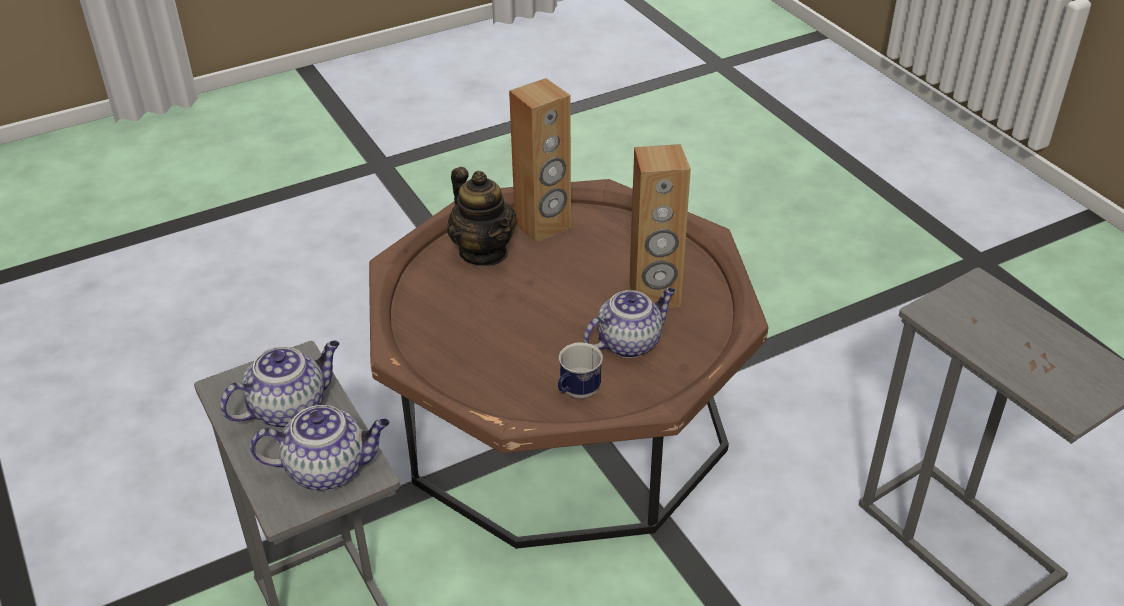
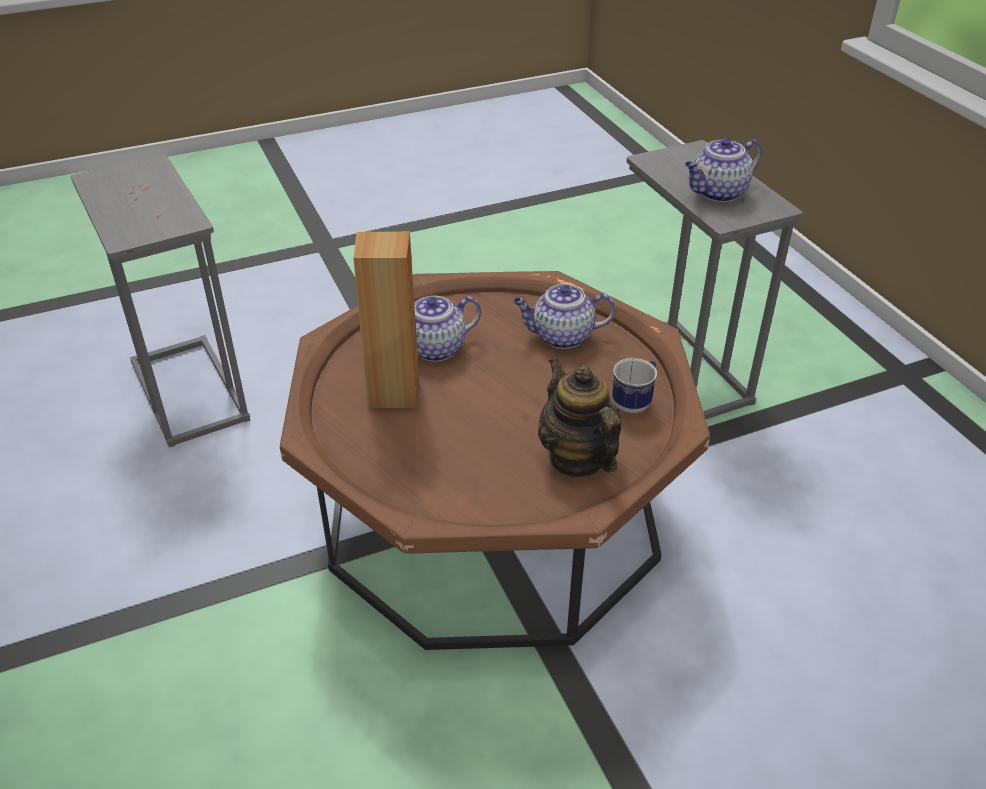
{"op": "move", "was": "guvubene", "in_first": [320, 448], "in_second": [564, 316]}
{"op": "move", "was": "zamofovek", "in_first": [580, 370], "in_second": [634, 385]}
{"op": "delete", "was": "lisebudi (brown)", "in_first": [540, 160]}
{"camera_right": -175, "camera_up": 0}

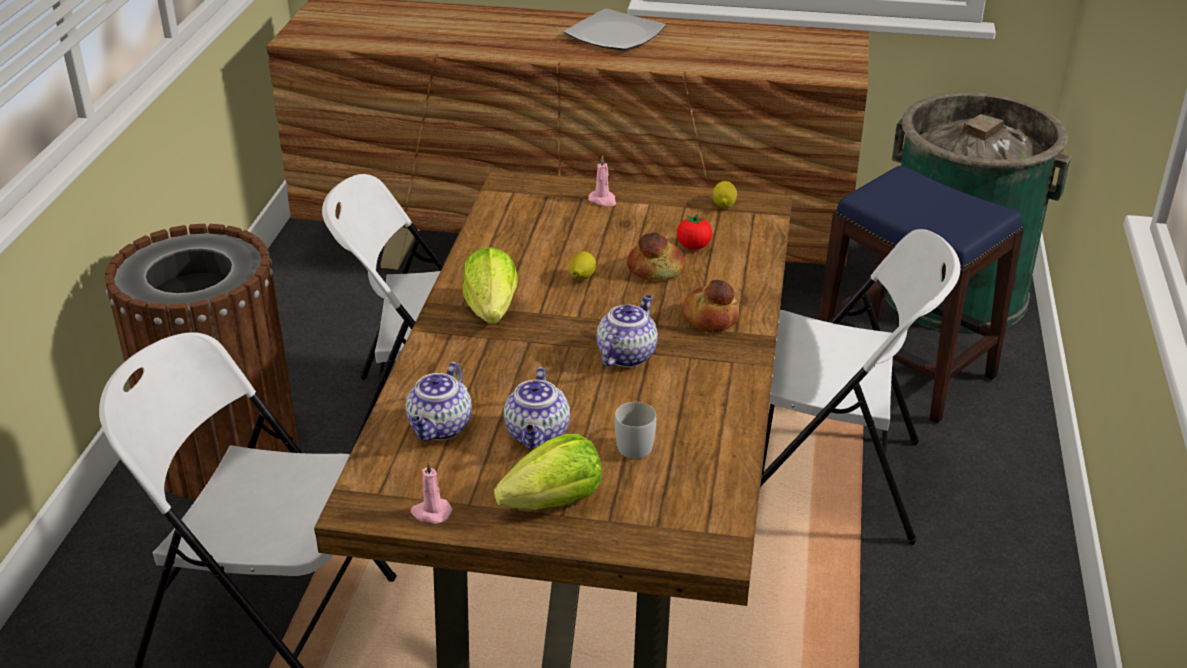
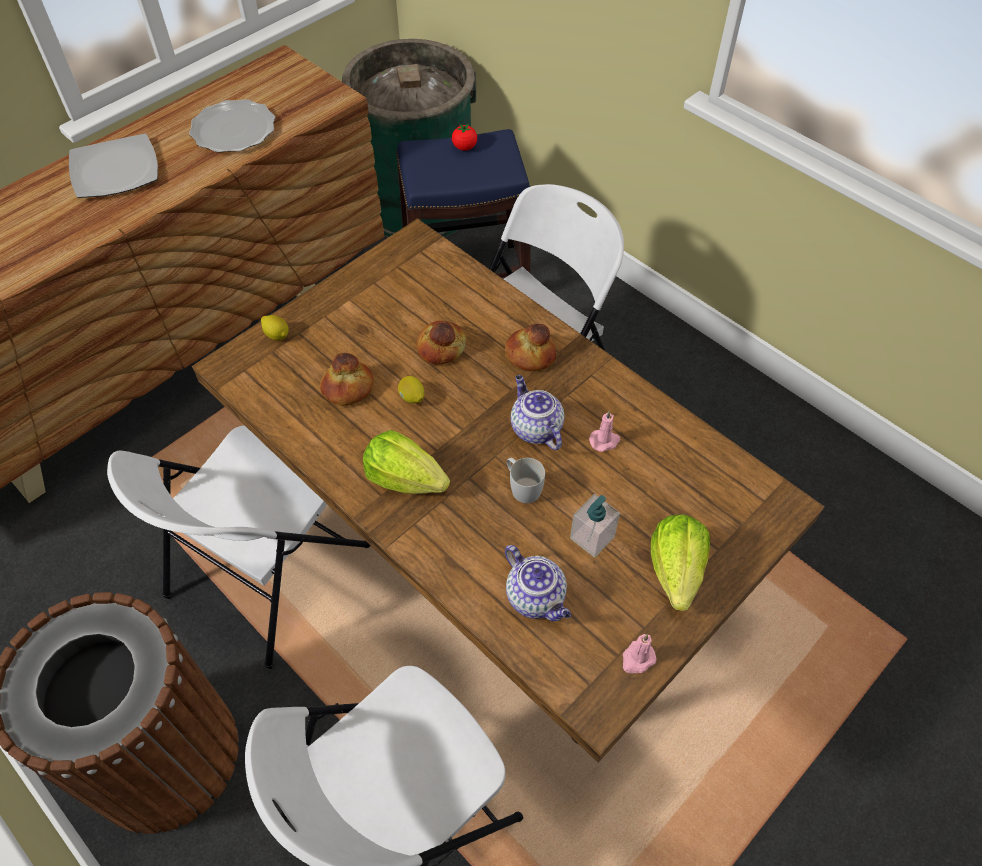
{"op": "insert", "now": "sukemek", "in_second": [232, 125]}
{"op": "move", "was": "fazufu", "in_first": [725, 194], "in_second": [275, 327]}
{"op": "insert", "now": "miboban", "in_second": [347, 379]}
{"op": "move", "was": "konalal", "in_first": [694, 231], "in_second": [464, 137]}
{"op": "move", "was": "zamofovek (white)", "in_first": [635, 430], "in_second": [526, 480]}
{"op": "replace", "was": "guvubene", "now": "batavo", "in_first": [537, 408], "in_second": [595, 526]}
{"op": "move", "was": "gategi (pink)", "in_first": [602, 180], "in_second": [604, 431]}
{"camera_right": -55, "camera_up": 20}

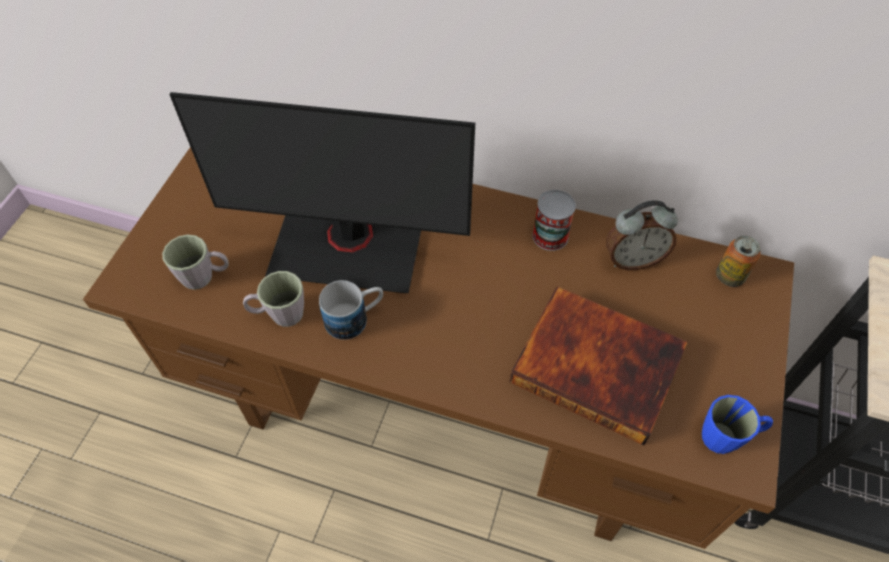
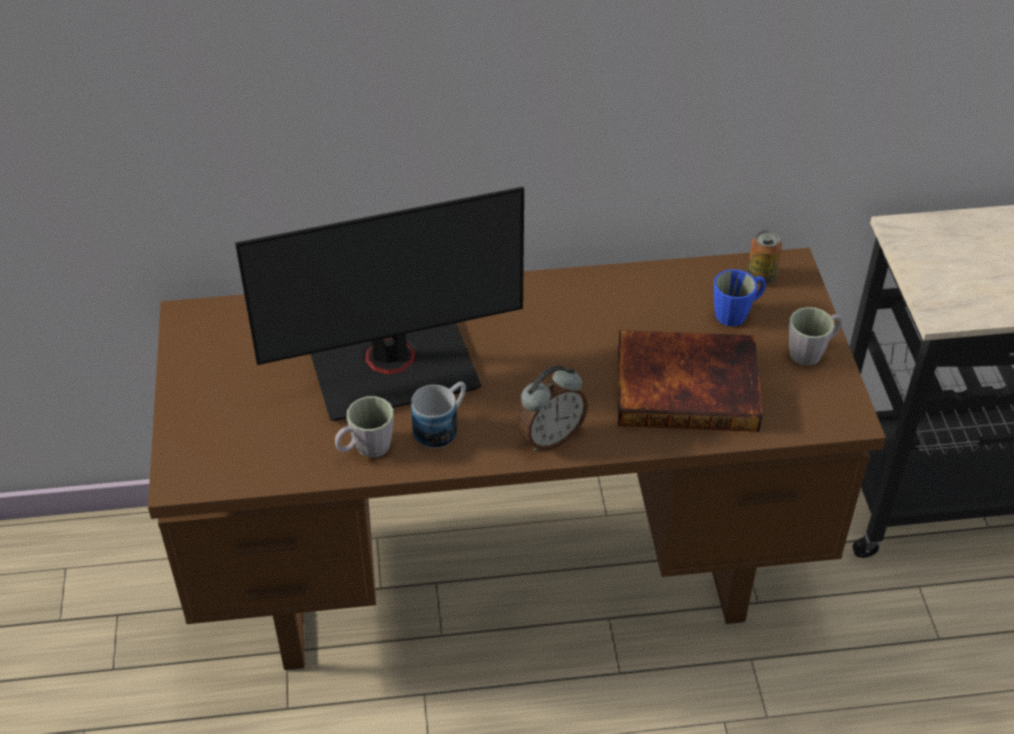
{"op": "move", "was": "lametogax", "in_first": [642, 235], "in_second": [552, 408]}
{"op": "move", "was": "zamofovek (blue)", "in_first": [737, 424], "in_second": [740, 297]}
{"op": "move", "was": "zamofovek (grey)", "in_first": [195, 262], "in_second": [815, 336]}
{"op": "delete", "was": "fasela", "in_first": [554, 220]}
{"camera_right": -25, "camera_up": -10}

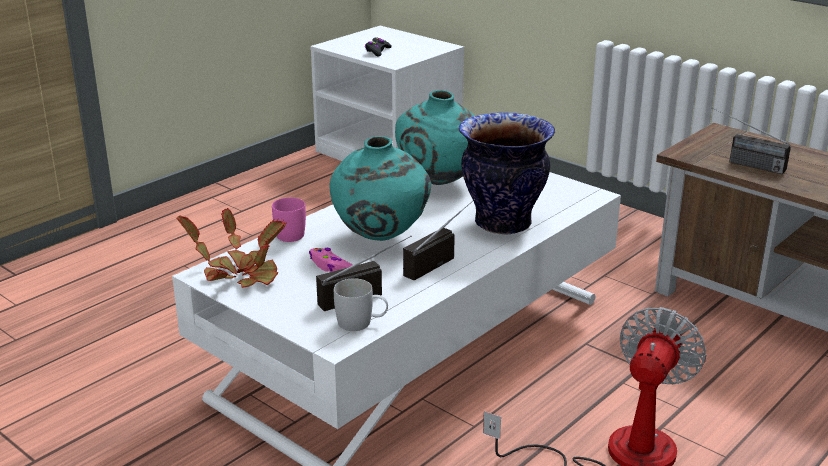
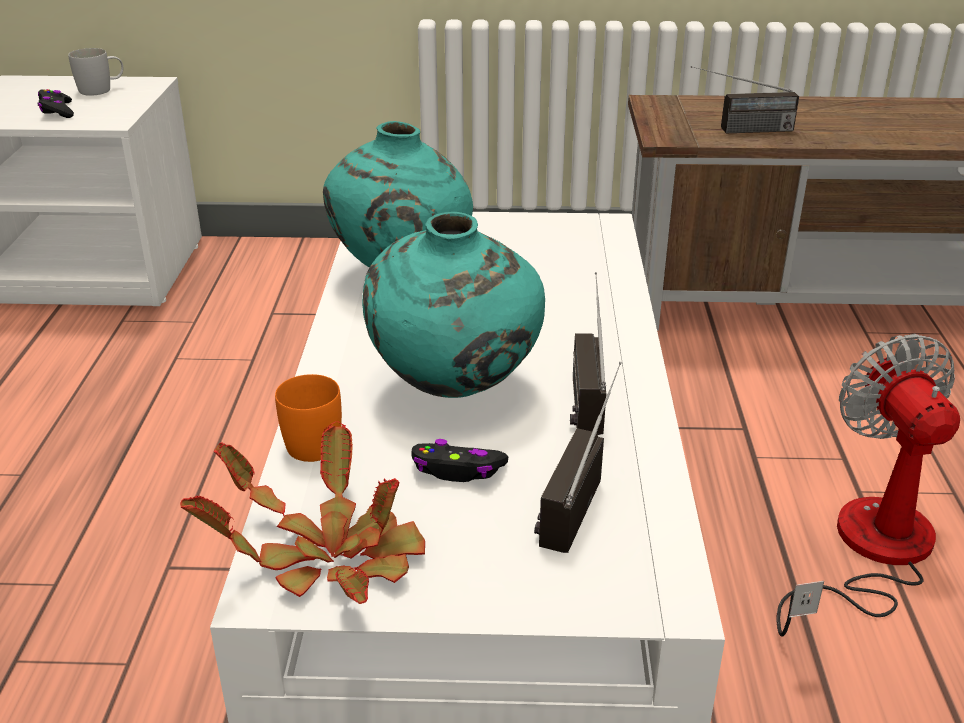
{"op": "move", "was": "zamofovek (white)", "in_first": [361, 304], "in_second": [95, 72]}
{"op": "recolor", "was": "zamofovek (pink)", "now": "zamofovek (orange)", "in_first": [289, 220], "in_second": [308, 418]}
{"op": "recolor", "was": "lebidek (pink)", "now": "lebidek (black)", "in_first": [331, 260], "in_second": [460, 460]}
{"op": "delete", "was": "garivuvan", "in_first": [507, 174]}
{"camera_right": -40, "camera_up": 5}

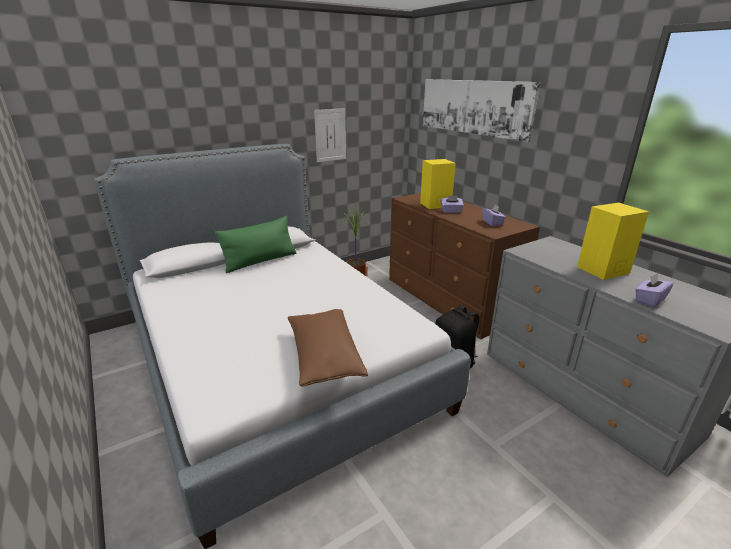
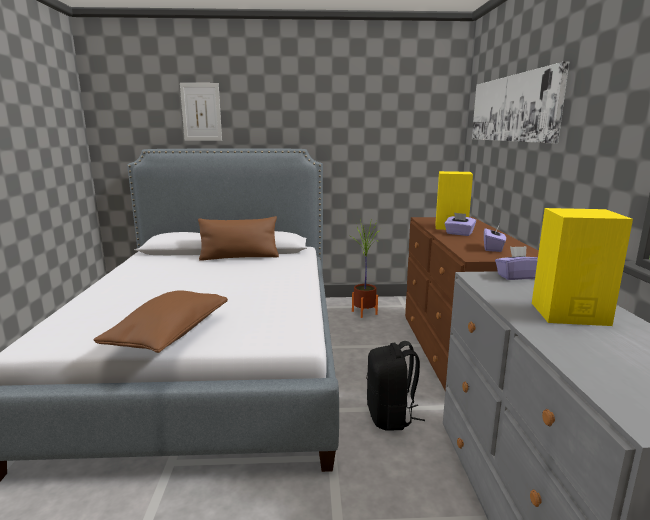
{"op": "move", "was": "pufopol", "in_first": [330, 135], "in_second": [201, 112]}
{"op": "recolor", "was": "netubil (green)", "now": "netubil (brown)", "in_first": [255, 244], "in_second": [238, 238]}
{"op": "move", "was": "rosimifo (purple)", "in_first": [654, 290], "in_second": [516, 263]}
{"camera_right": 30, "camera_up": -10}

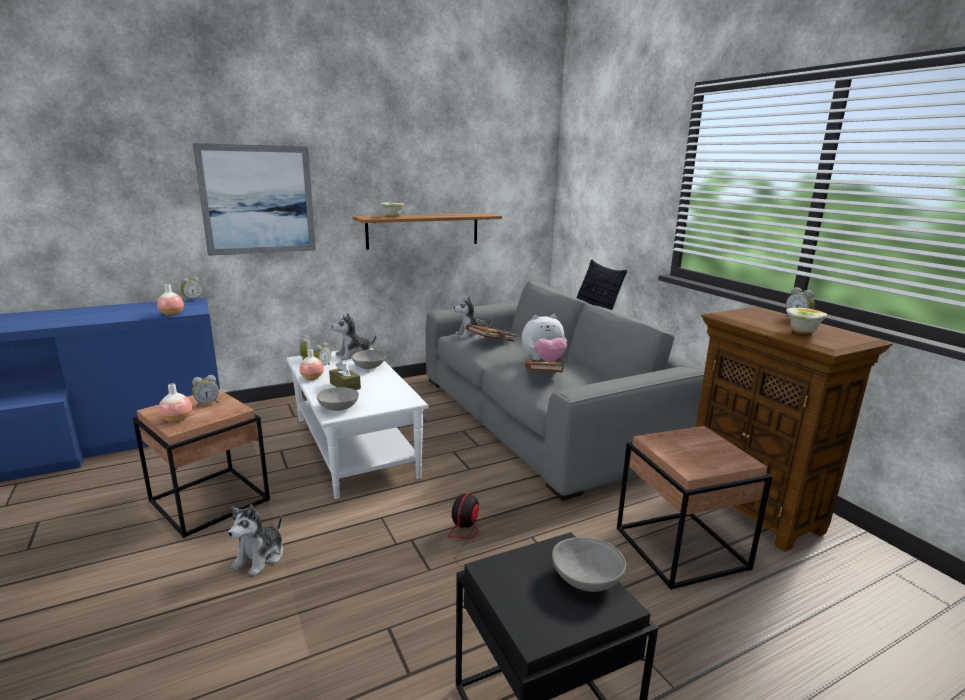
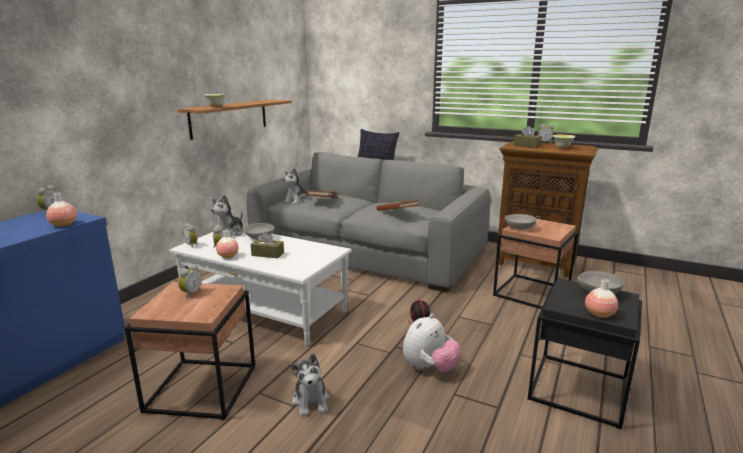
{"op": "move", "was": "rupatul", "in_first": [544, 338], "in_second": [432, 343]}
{"op": "move", "was": "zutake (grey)", "in_first": [338, 399], "in_second": [521, 222]}
{"op": "insert", "now": "rosimifo (brown)", "in_second": [528, 137]}
{"op": "move", "was": "garivuvan", "in_first": [175, 403], "in_second": [601, 298]}
{"op": "delete", "was": "pufopol", "in_first": [254, 199]}
{"camera_right": -35, "camera_up": 0}

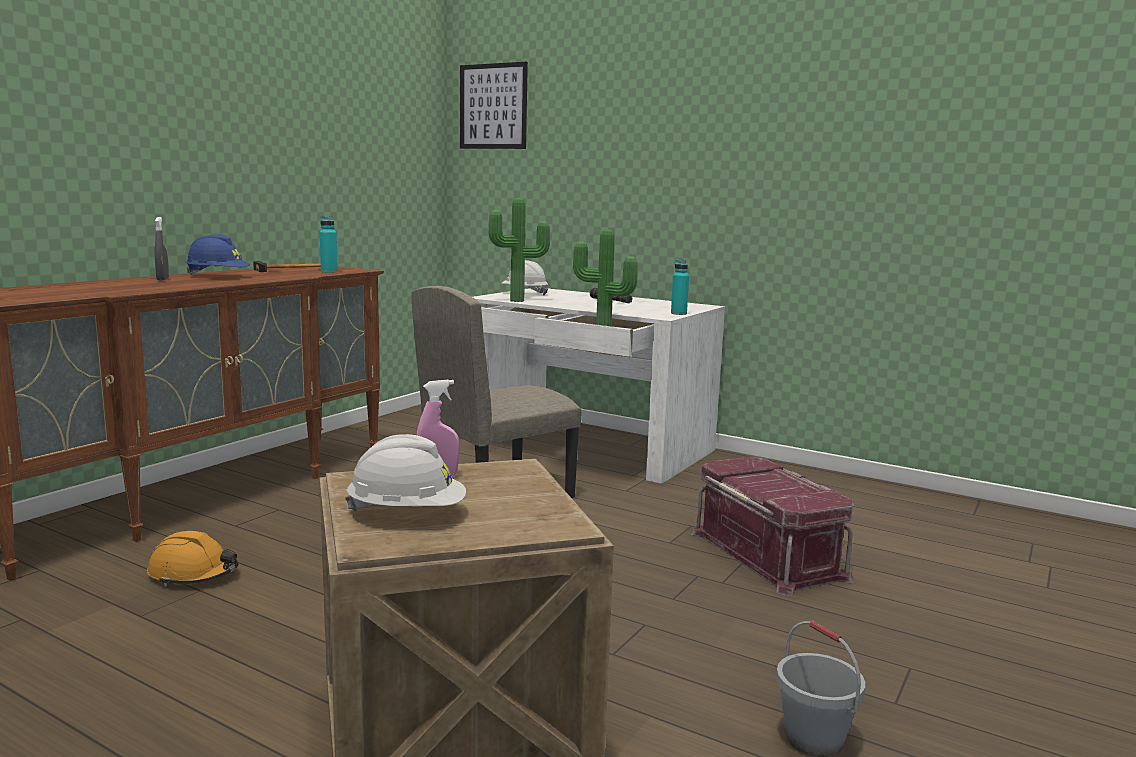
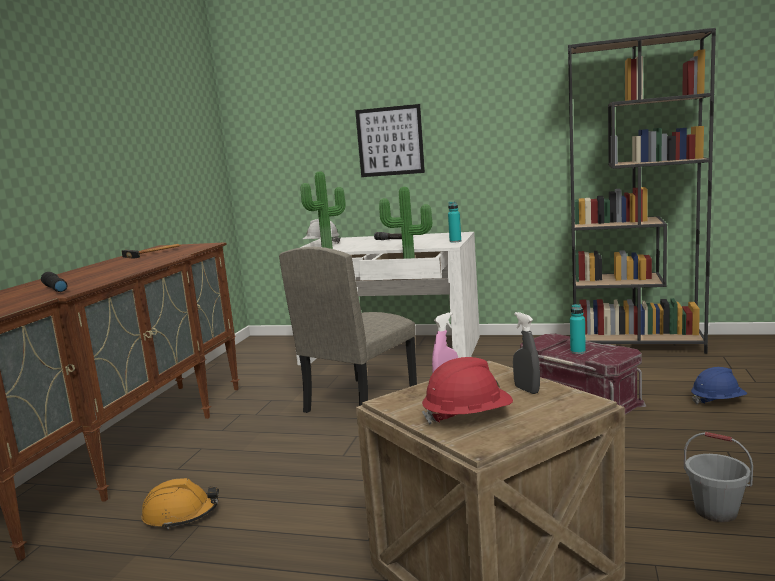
{"op": "insert", "now": "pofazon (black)", "in_second": [54, 282]}
{"op": "move", "was": "pufopol", "in_first": [494, 105], "in_second": [390, 140]}
{"op": "recolor", "was": "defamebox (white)", "now": "defamebox (red)", "in_first": [405, 473], "in_second": [467, 390]}
{"op": "move", "was": "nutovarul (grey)", "in_first": [162, 249], "in_second": [526, 353]}
{"op": "insert", "now": "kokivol", "in_second": [642, 191]}
{"op": "move", "was": "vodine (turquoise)", "in_first": [329, 244], "in_second": [578, 329]}
{"op": "move", "was": "defamebox (blue)", "in_first": [217, 254], "in_second": [719, 386]}
{"camera_right": -15, "camera_up": 0}

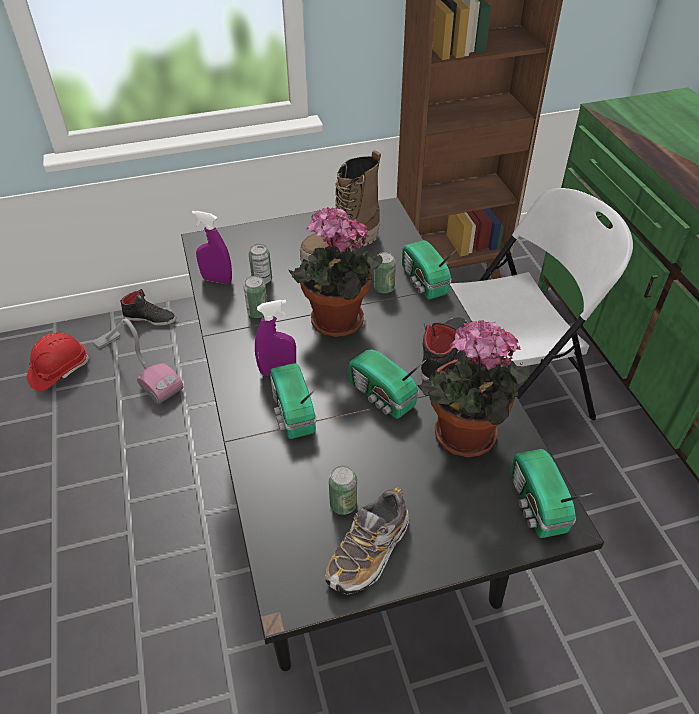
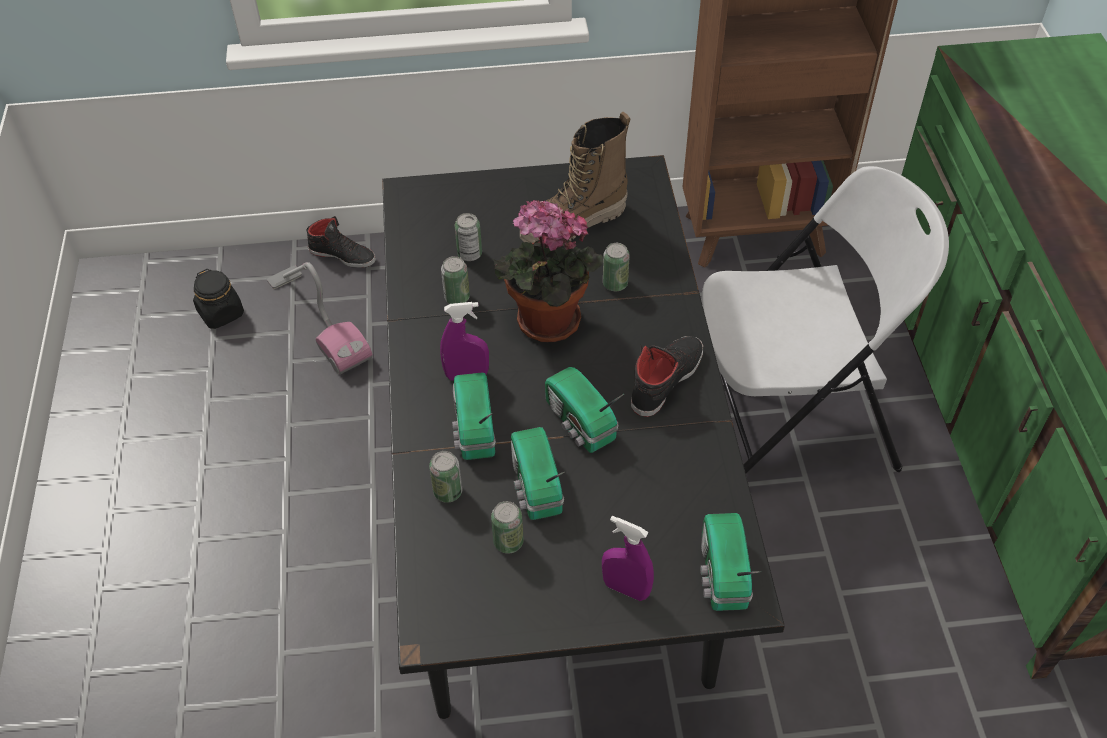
{"op": "replace", "was": "defamebox (red)", "now": "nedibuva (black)", "in_first": [57, 362], "in_second": [218, 299]}
{"op": "insert", "now": "fasela", "in_second": [445, 477]}
{"op": "move", "was": "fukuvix", "in_first": [430, 269], "in_second": [538, 473]}
{"op": "move", "was": "nutovarul (purple)", "in_first": [212, 247], "in_second": [628, 558]}
{"op": "delete", "was": "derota", "in_first": [367, 541]}
{"op": "delete", "was": "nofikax", "in_first": [473, 389]}
{"camera_right": 10, "camera_up": 5}

